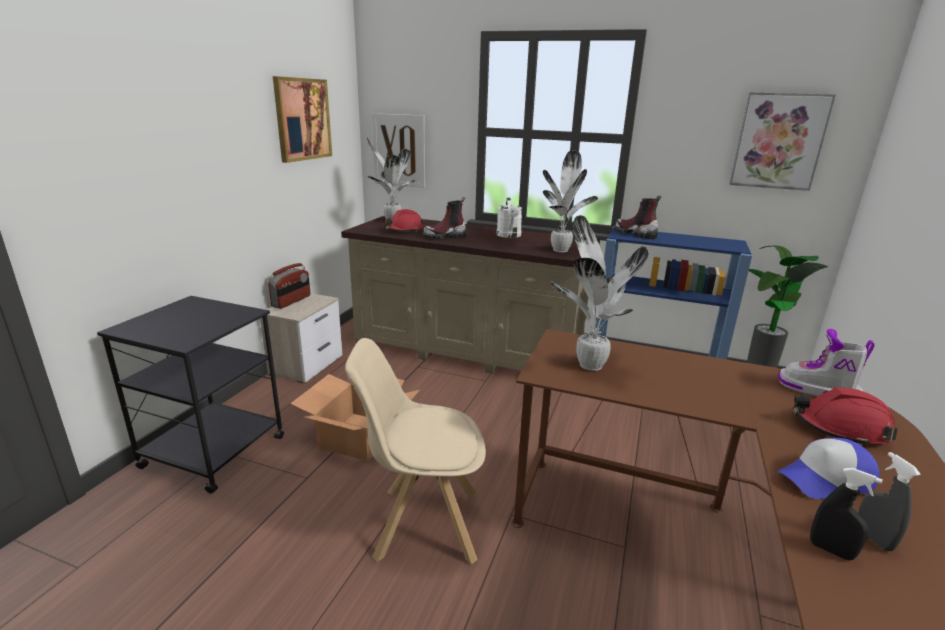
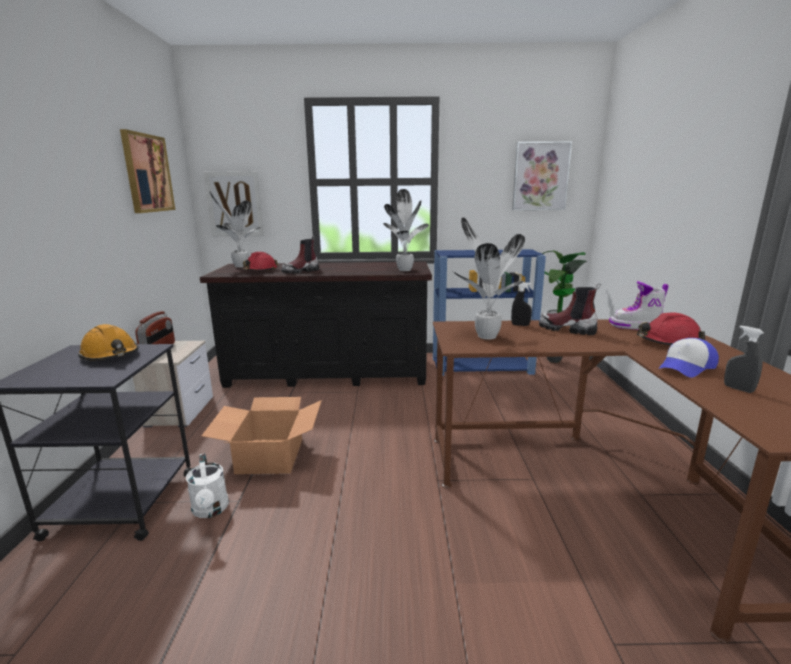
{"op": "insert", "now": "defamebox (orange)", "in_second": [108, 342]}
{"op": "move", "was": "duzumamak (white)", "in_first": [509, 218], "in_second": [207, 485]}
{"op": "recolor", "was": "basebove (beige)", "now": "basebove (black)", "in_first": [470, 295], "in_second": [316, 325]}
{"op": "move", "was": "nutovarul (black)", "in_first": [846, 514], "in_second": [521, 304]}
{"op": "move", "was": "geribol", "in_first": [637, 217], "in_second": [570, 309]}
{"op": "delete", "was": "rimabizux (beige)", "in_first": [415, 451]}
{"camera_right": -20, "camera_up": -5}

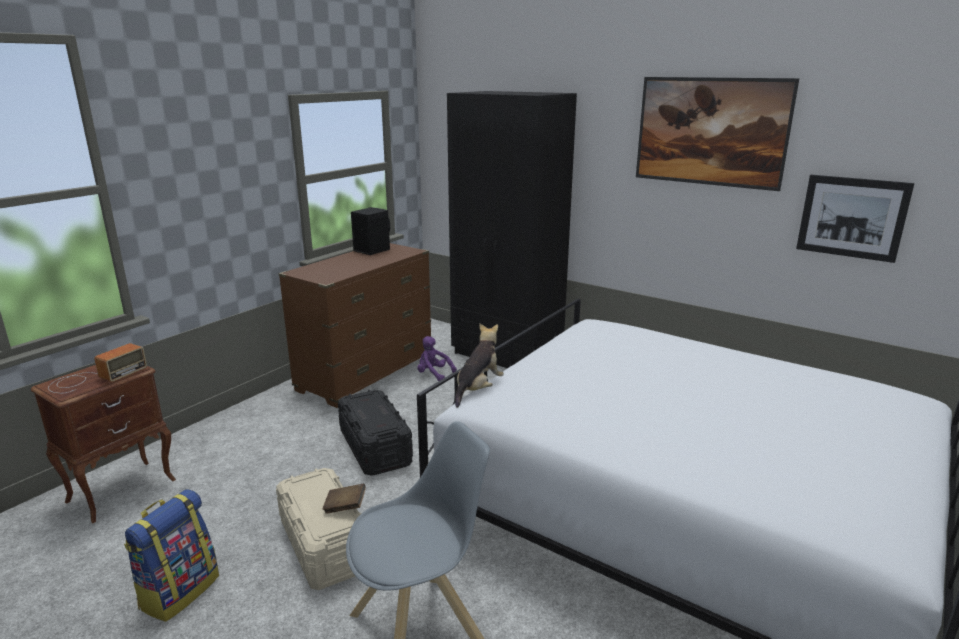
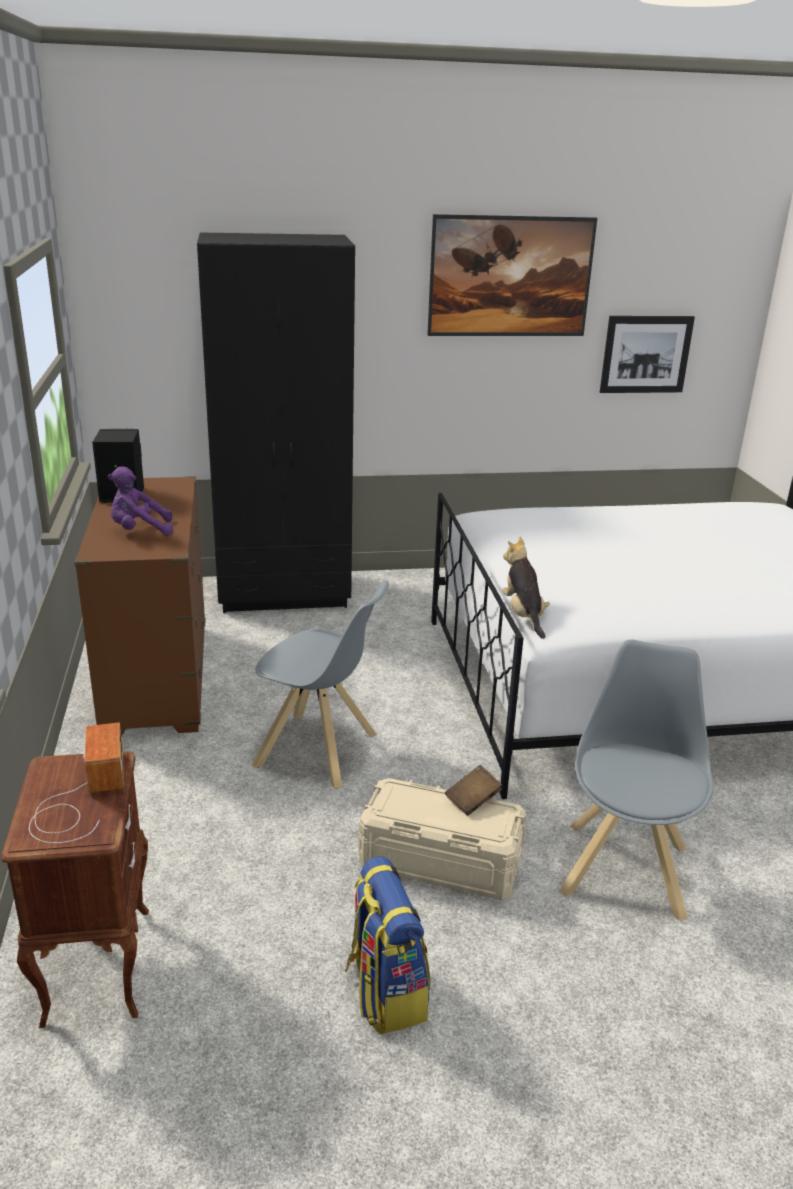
{"op": "move", "was": "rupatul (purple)", "in_first": [437, 358], "in_second": [140, 501]}
{"op": "replace", "was": "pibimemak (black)", "now": "rimabizux (grey)", "in_first": [375, 433], "in_second": [320, 684]}
{"camera_right": -45, "camera_up": 5}

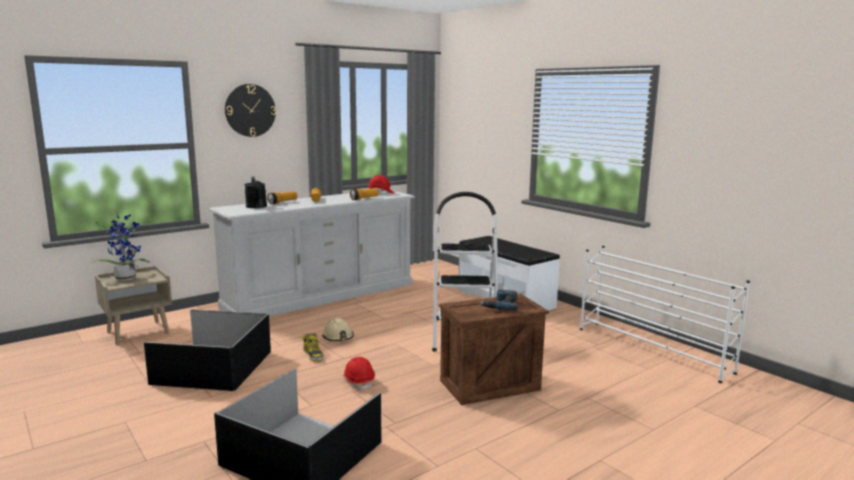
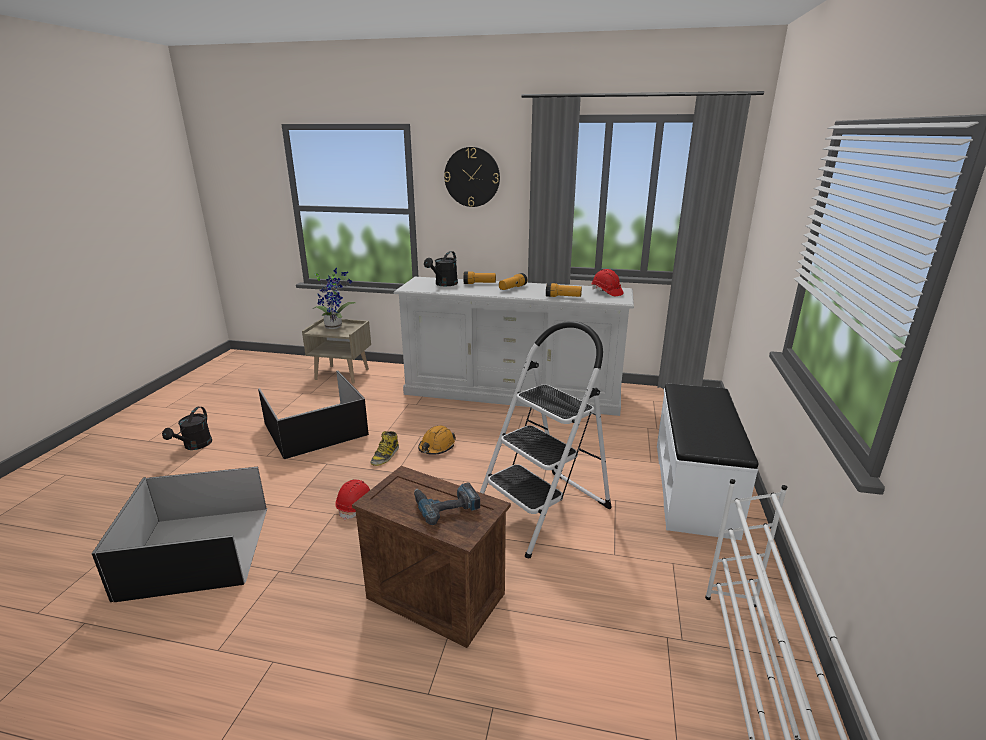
{"op": "insert", "now": "duzumamak (black)", "in_second": [187, 428]}
{"op": "recolor", "was": "defamebox (beige)", "now": "defamebox (orange)", "in_first": [338, 329], "in_second": [437, 440]}
{"camera_right": 50, "camera_up": 10}

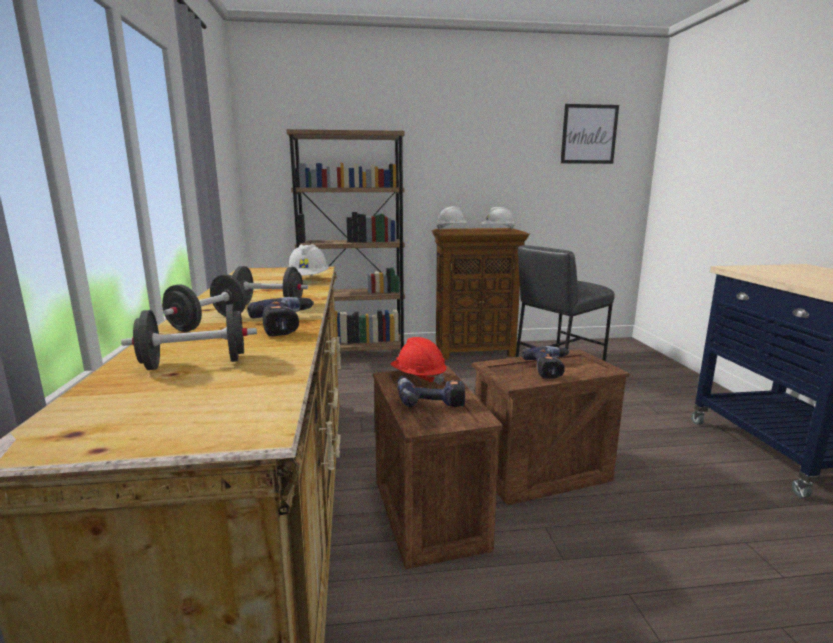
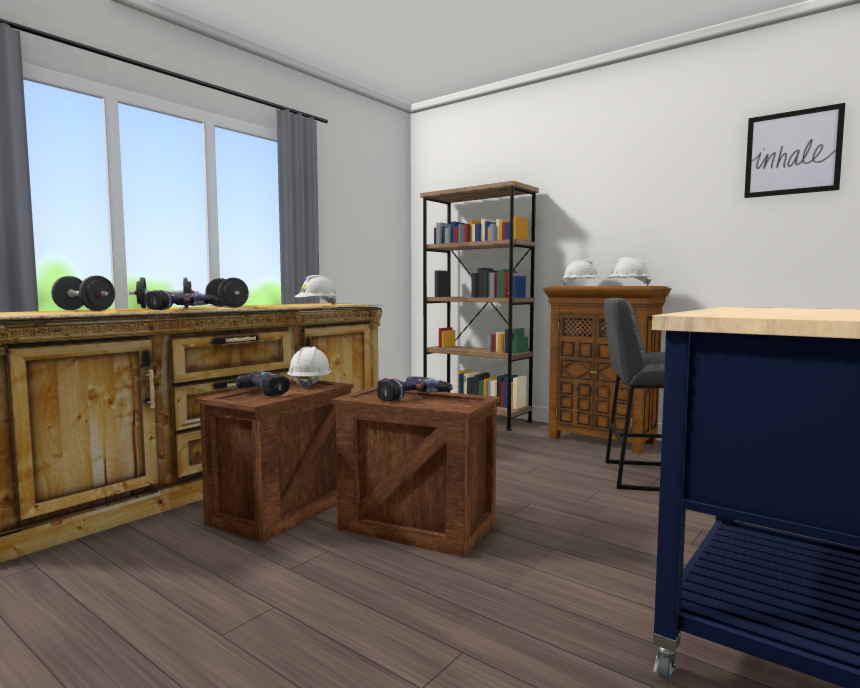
{"op": "recolor", "was": "defamebox (red)", "now": "defamebox (white)", "in_first": [418, 361], "in_second": [309, 367]}
{"camera_right": 45, "camera_up": -10}

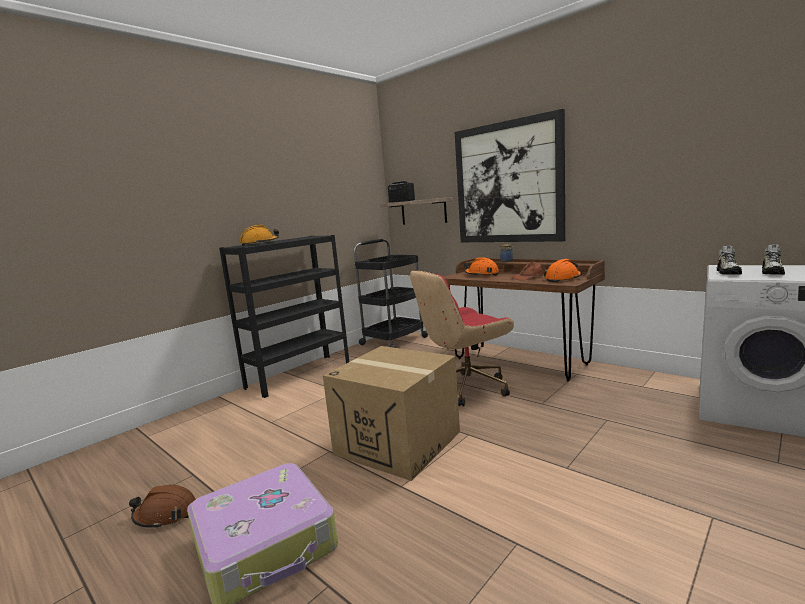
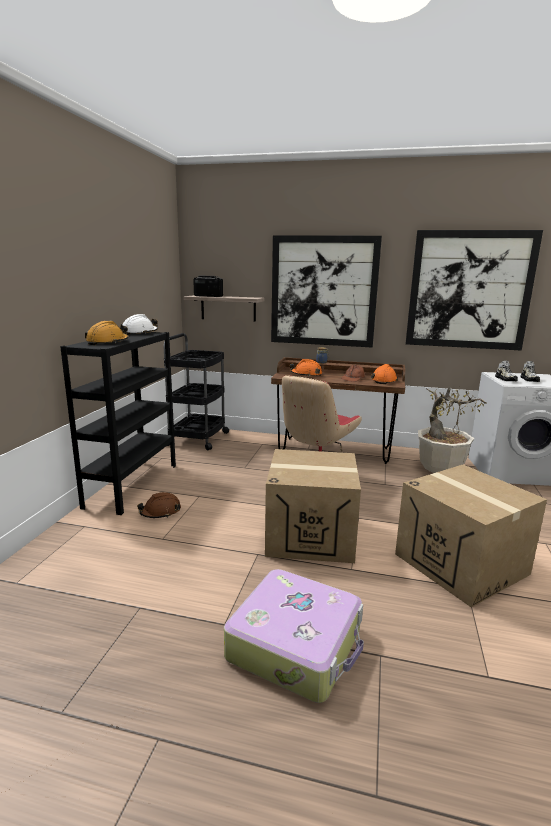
{"op": "insert", "now": "defamebox (white)", "in_second": [139, 324]}
{"op": "move", "was": "defamebox (brown)", "in_first": [162, 507], "in_second": [159, 505]}
{"op": "insert", "now": "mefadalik", "in_second": [471, 536]}
{"op": "insert", "now": "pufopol", "in_second": [474, 290]}
{"op": "insert", "now": "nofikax", "in_second": [452, 430]}
{"camera_right": -30, "camera_up": 5}

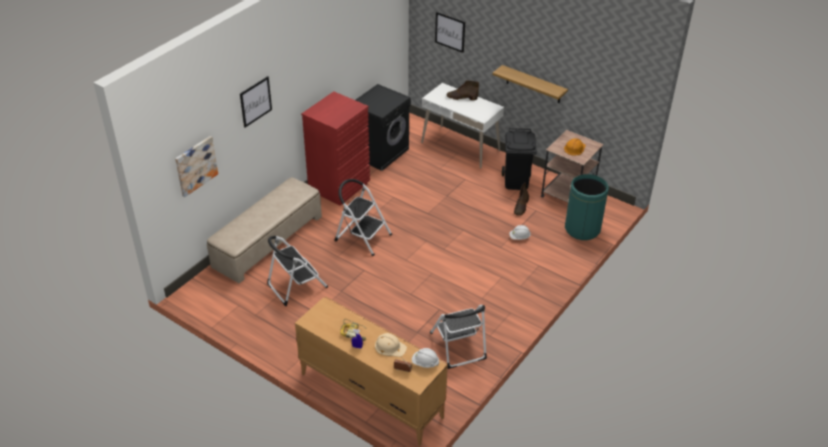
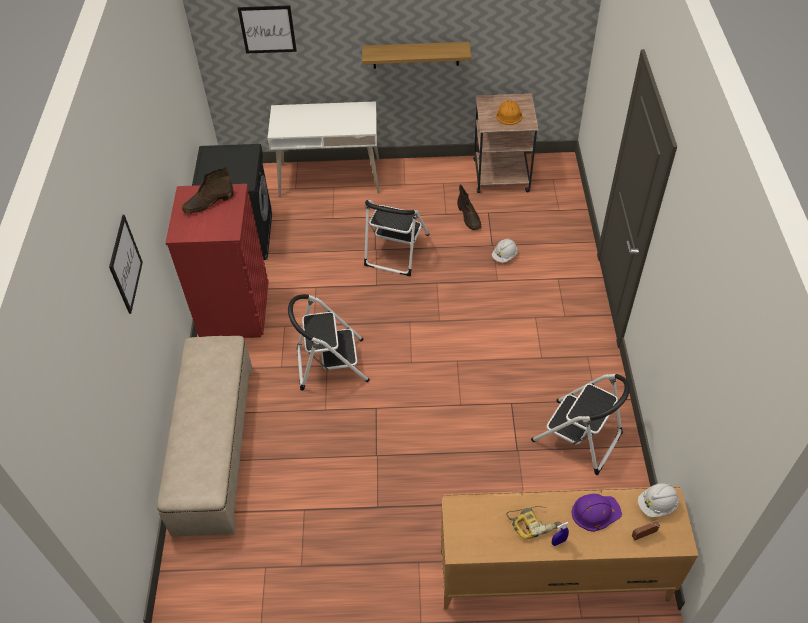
{"op": "move", "was": "geribol (brown)", "in_first": [463, 90], "in_second": [208, 190]}
{"op": "move", "was": "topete", "in_first": [297, 271], "in_second": [396, 238]}
{"op": "recolor", "was": "defamebox (beige)", "now": "defamebox (purple)", "in_first": [391, 345], "in_second": [597, 513]}
{"op": "delete", "was": "pufopol", "in_first": [196, 166]}
{"op": "delete", "was": "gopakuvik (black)", "in_first": [519, 159]}
{"op": "delete", "was": "gopakuvik (green)", "in_first": [587, 207]}
{"camera_right": -35, "camera_up": 10}

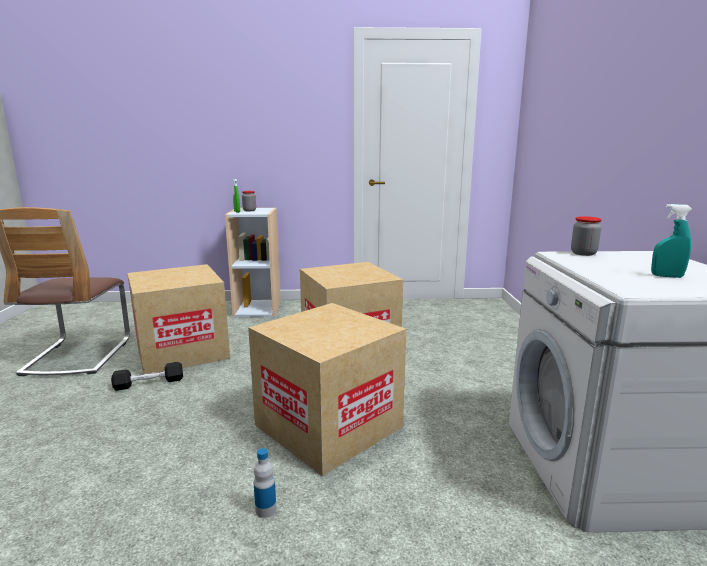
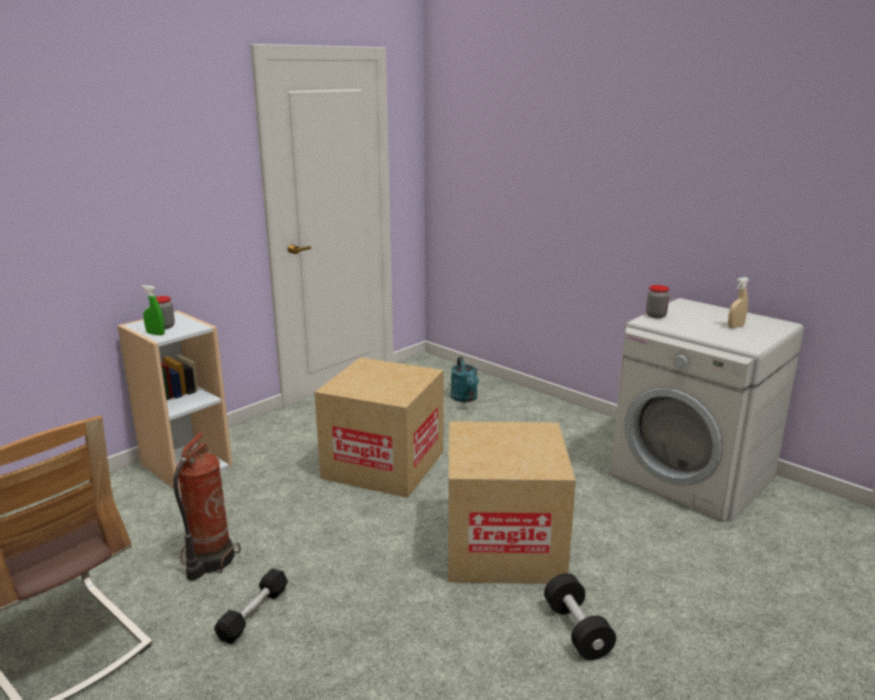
{"op": "replace", "was": "mefadalik", "now": "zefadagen", "in_first": [178, 319], "in_second": [207, 506]}
{"op": "insert", "now": "duzumamak (turquoise)", "in_second": [465, 379]}
{"op": "replace", "was": "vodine", "now": "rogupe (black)", "in_first": [265, 483], "in_second": [580, 616]}
{"op": "recolor", "was": "nutovarul (turquoise)", "now": "nutovarul (beige)", "in_first": [671, 241], "in_second": [738, 302]}
{"camera_right": -45, "camera_up": 5}

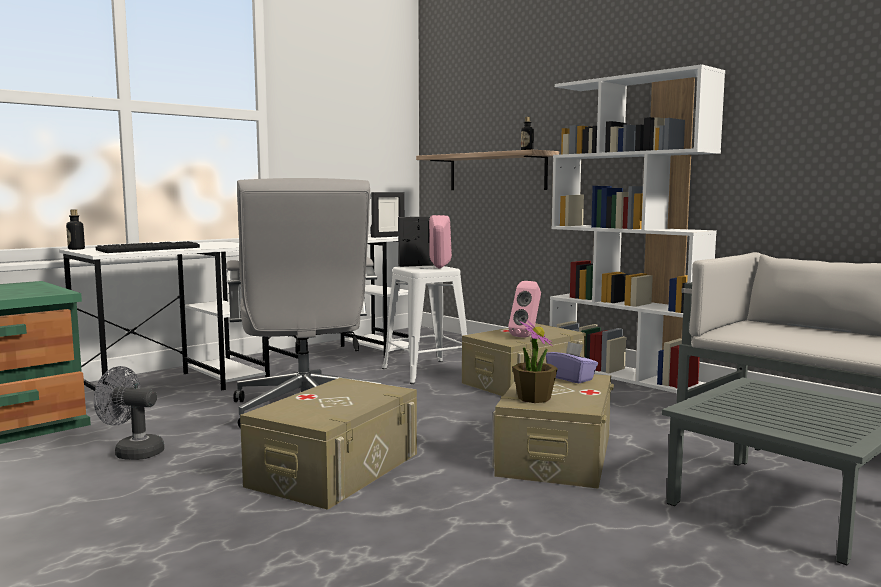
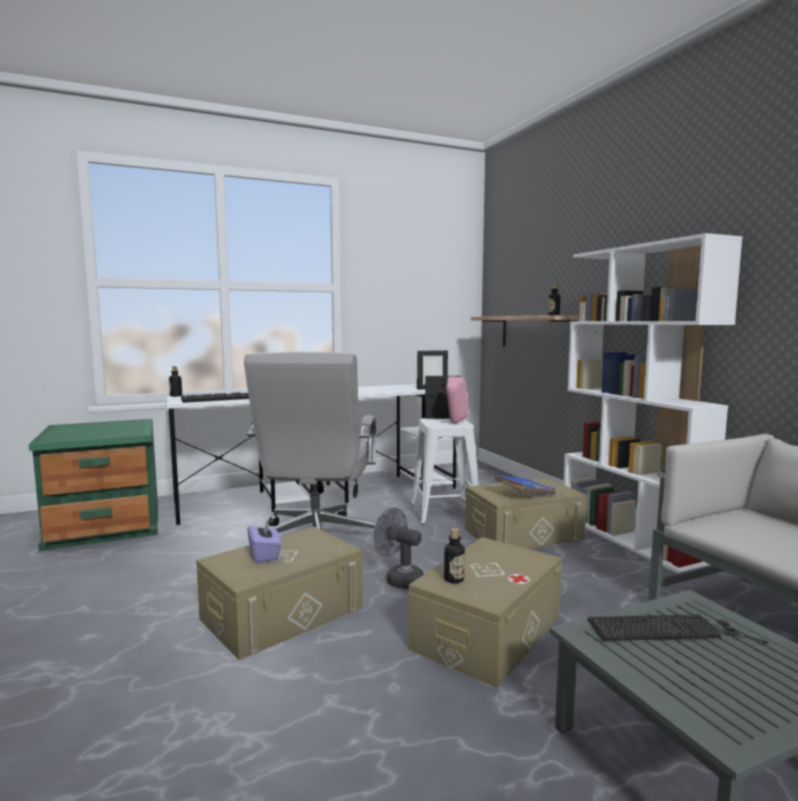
{"op": "move", "was": "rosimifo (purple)", "in_first": [572, 362], "in_second": [265, 541]}
{"op": "move", "was": "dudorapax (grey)", "in_first": [129, 413], "in_second": [399, 548]}
{"op": "replace", "was": "nofikax", "now": "vodine", "in_first": [535, 361], "in_second": [454, 555]}
{"op": "replace", "was": "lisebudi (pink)", "now": "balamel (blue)", "in_first": [524, 309], "in_second": [524, 484]}
{"op": "insert", "now": "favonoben", "in_second": [678, 629]}
{"camera_right": 20, "camera_up": 0}

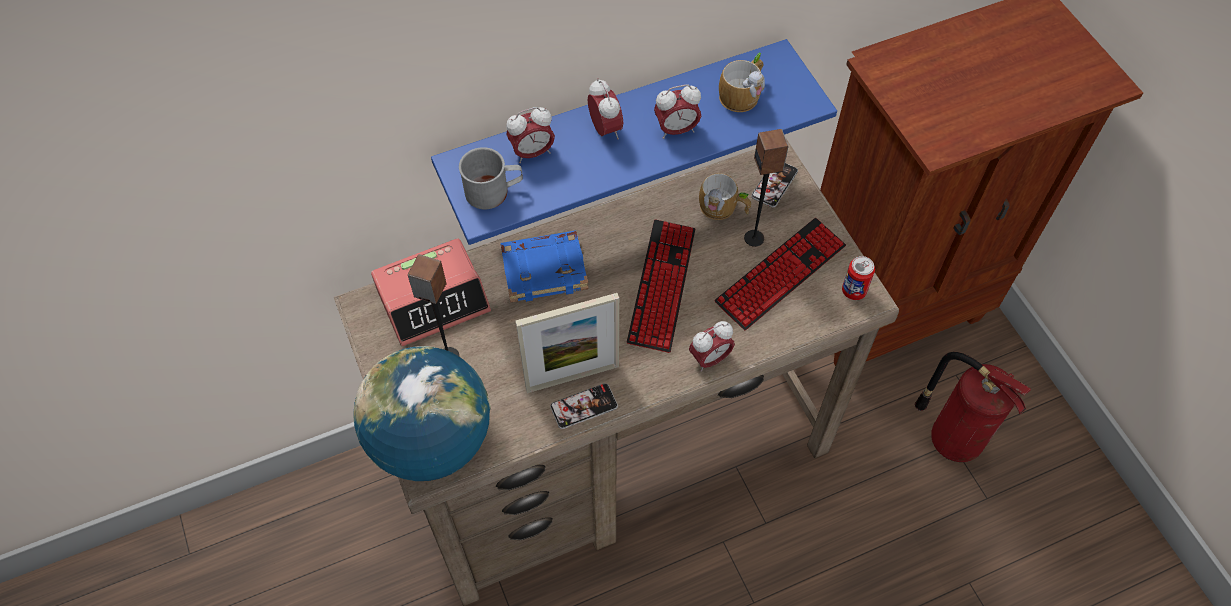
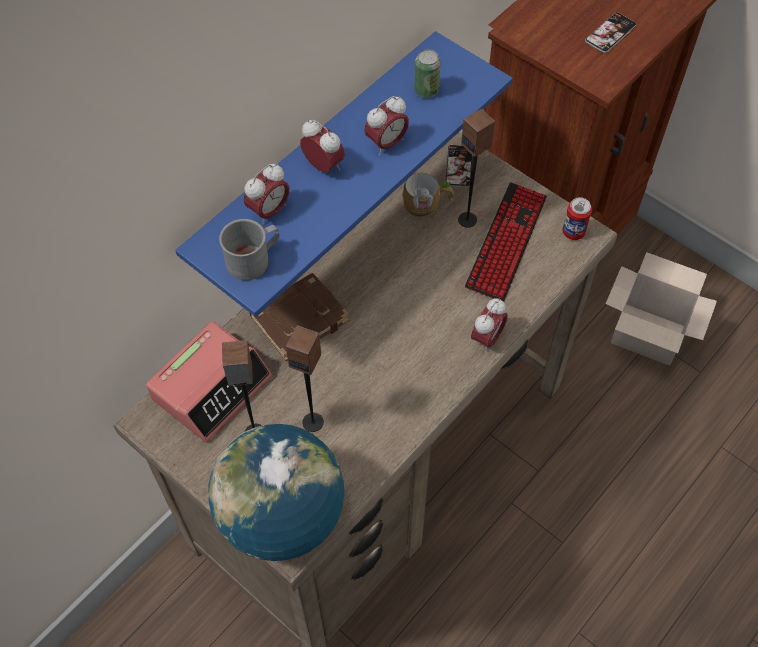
{"op": "recolor", "was": "balamel (blue)", "now": "balamel (brown)", "in_first": [544, 267], "in_second": [299, 317]}
{"op": "insert", "now": "lisebudi", "in_second": [305, 378]}
{"op": "replace", "was": "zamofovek", "now": "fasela", "in_first": [742, 82], "in_second": [427, 73]}
{"op": "move", "was": "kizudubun", "in_first": [584, 406], "in_second": [611, 32]}
{"op": "replace", "was": "zefadagen", "now": "mefadalik", "in_first": [973, 407], "in_second": [661, 308]}
{"op": "delete", "was": "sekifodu", "in_first": [567, 343]}
{"op": "delete", "was": "favonoben", "in_first": [661, 286]}
{"camera_right": -25, "camera_up": 0}

